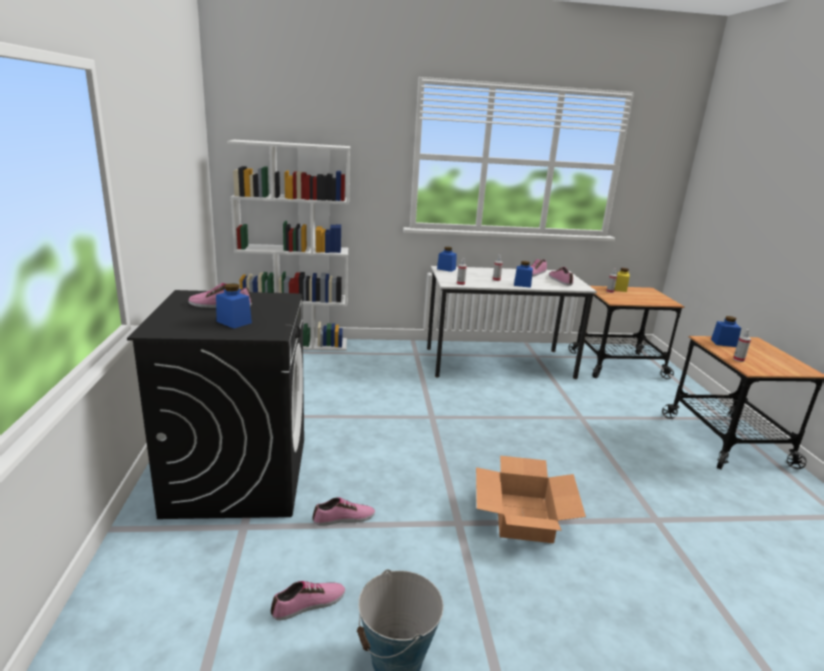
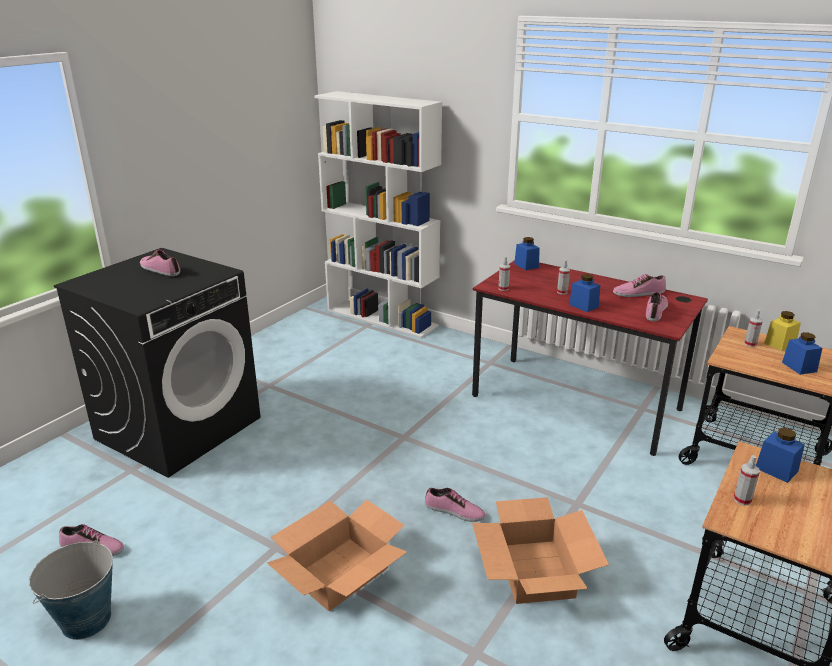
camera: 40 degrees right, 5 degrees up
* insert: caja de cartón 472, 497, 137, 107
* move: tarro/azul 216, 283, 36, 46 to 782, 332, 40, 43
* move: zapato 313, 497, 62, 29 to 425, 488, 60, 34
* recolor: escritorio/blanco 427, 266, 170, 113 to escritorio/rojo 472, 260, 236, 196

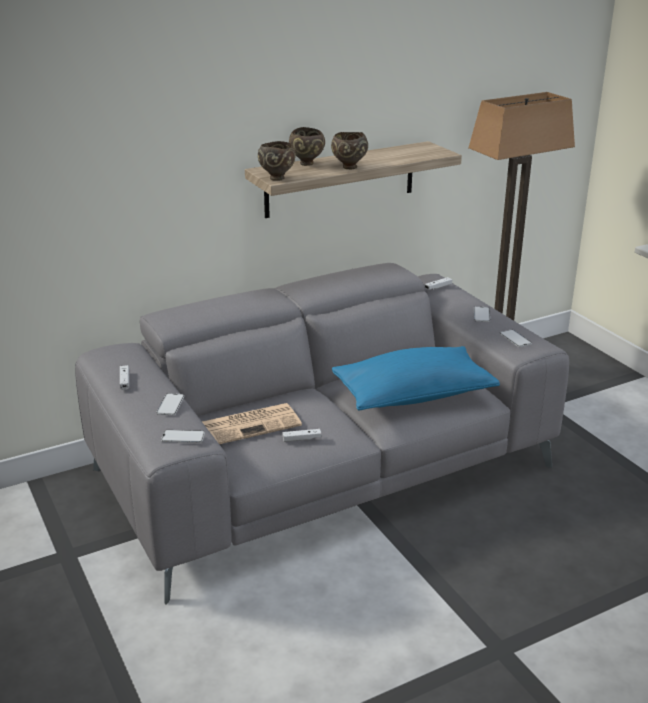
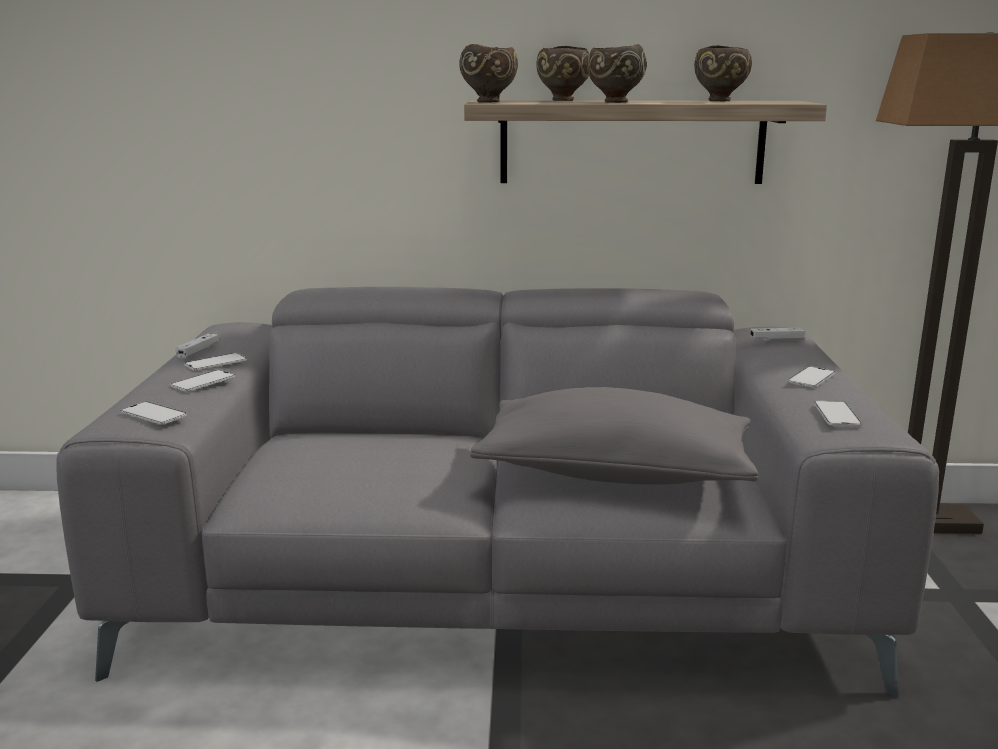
camera: 30 degrees right, 10 degrees down
* delete: periódico 202, 403, 100, 41
* delete: mando de consola/blanco 283, 429, 38, 13
* insert: móvil 184, 353, 63, 18
* insert: cuenco/marrón 694, 45, 58, 56
* recolor: cojín/azul 332, 346, 168, 65 to cojín/gris 470, 387, 288, 98

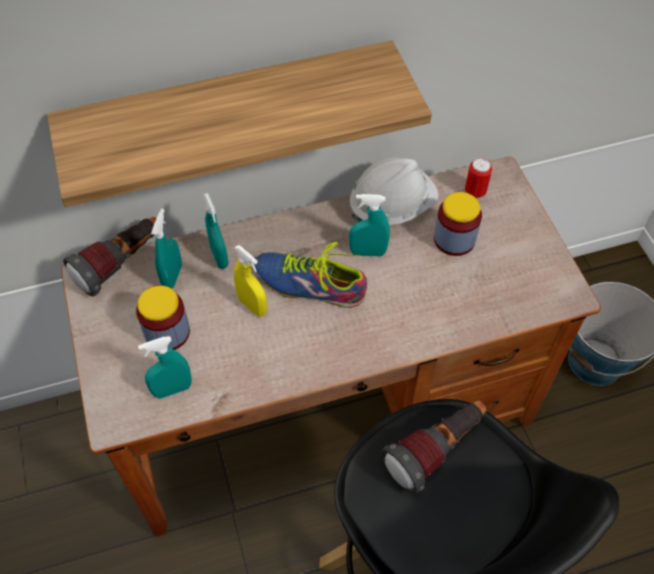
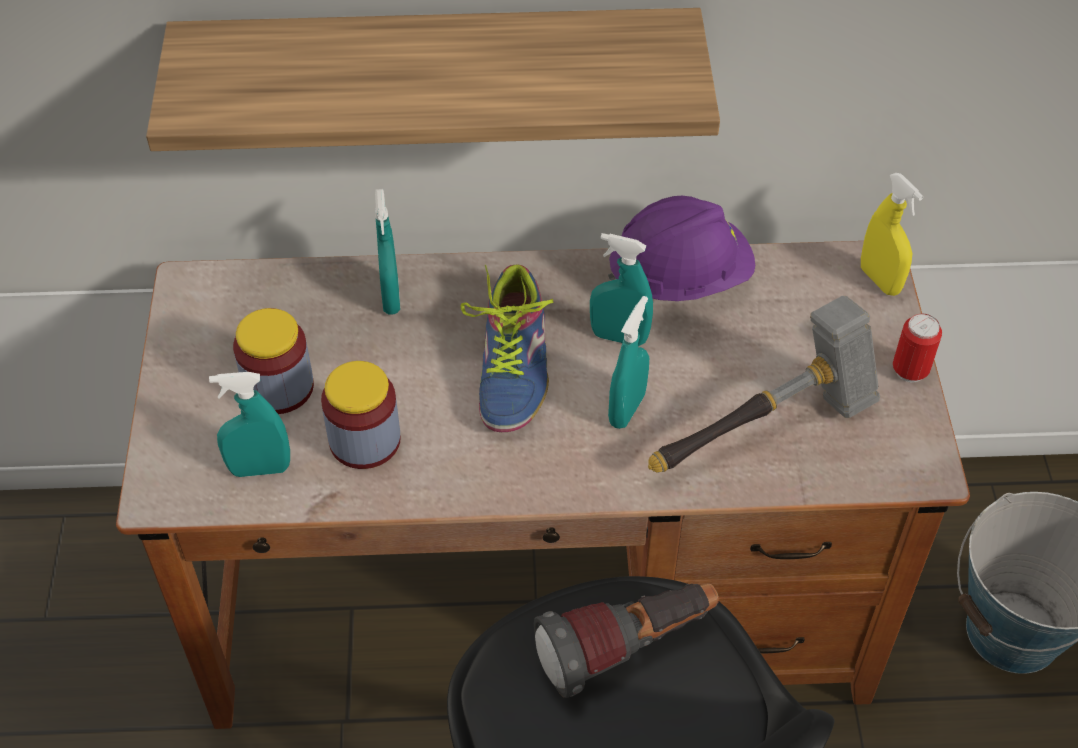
camera: 15 degrees right, 5 degrees down
* delete: linterna 63, 217, 93, 79
* insert: martillo 648, 296, 232, 176
* move: pulverizador/turquesa 151, 209, 31, 80 to 608, 296, 41, 133
* move: pulverizador/amarillo 234, 245, 33, 72 to 861, 173, 62, 123
* move: tarro 434, 192, 48, 64 to 321, 361, 80, 108
* move: lata 465, 158, 27, 41 to 893, 314, 49, 68
* recolor: casco/blanco 350, 157, 89, 68 to casco/morado 608, 196, 147, 105
* rotate: zapato 254, 242, 113, 66 = 460, 264, 94, 168 120 degrees counterclockwise

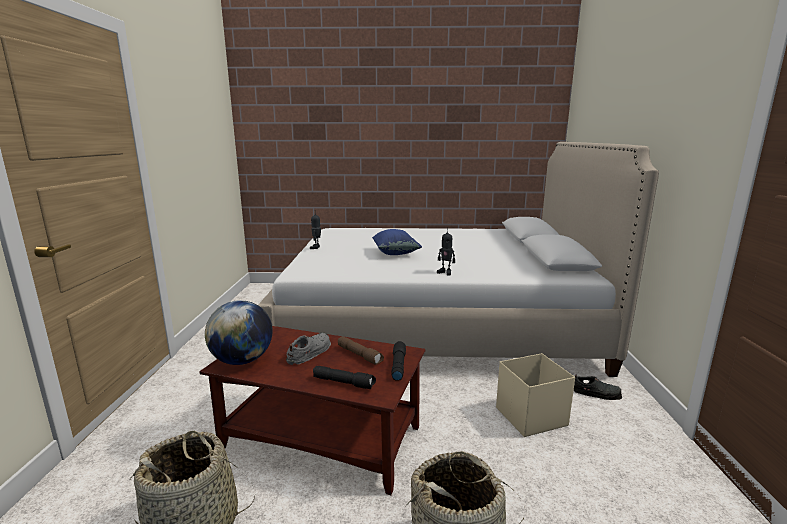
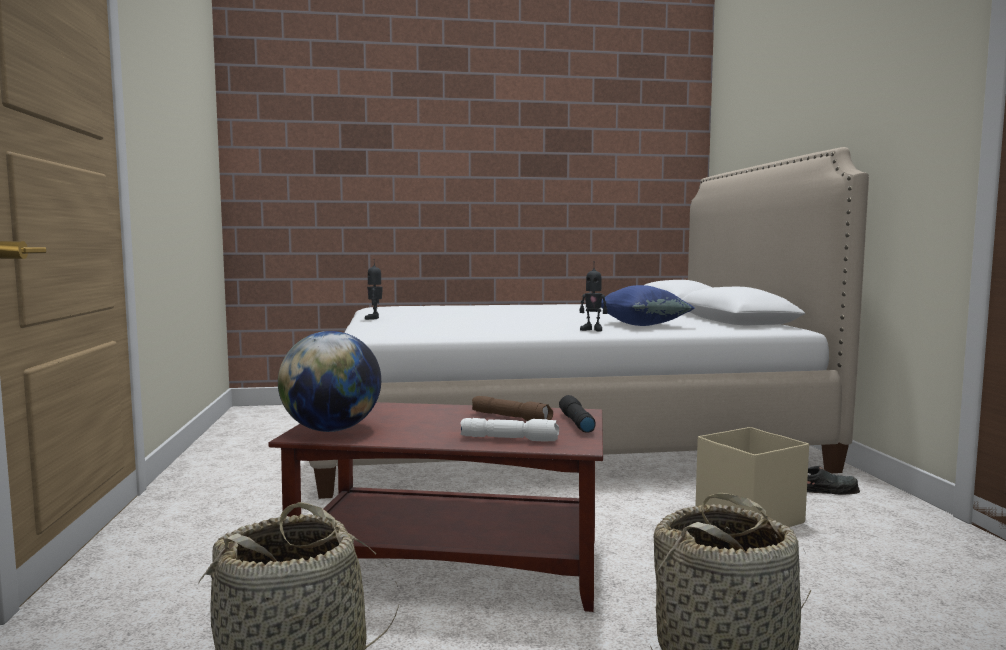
camera: 10 degrees left, 10 degrees down
* delete: zapato/gris 286, 332, 45, 33
* move: cojín/azul 372, 229, 50, 26 to 601, 285, 94, 41
* recolor: linterna/negro 313, 366, 63, 23 to linterna/blanco 460, 418, 99, 24

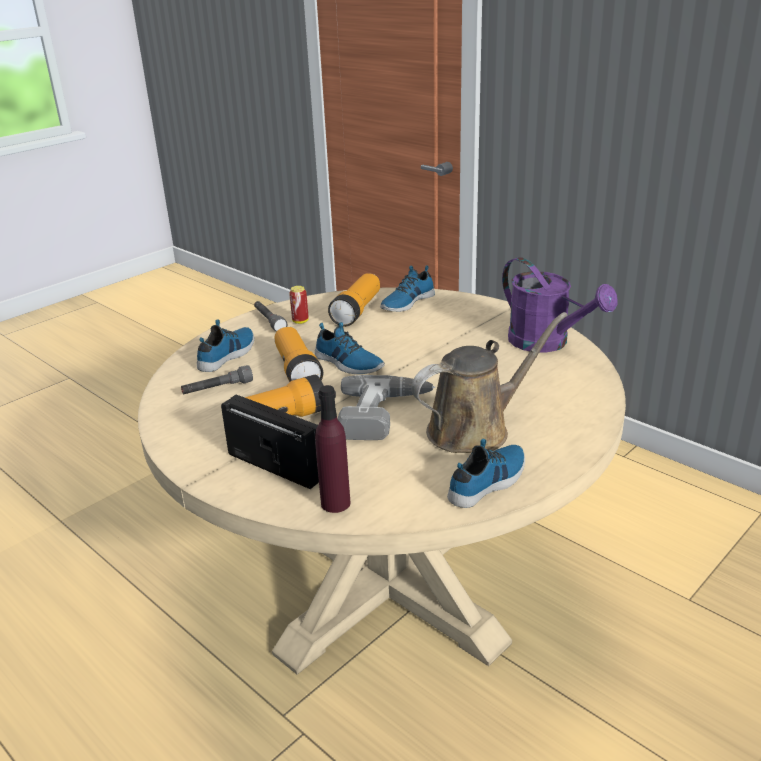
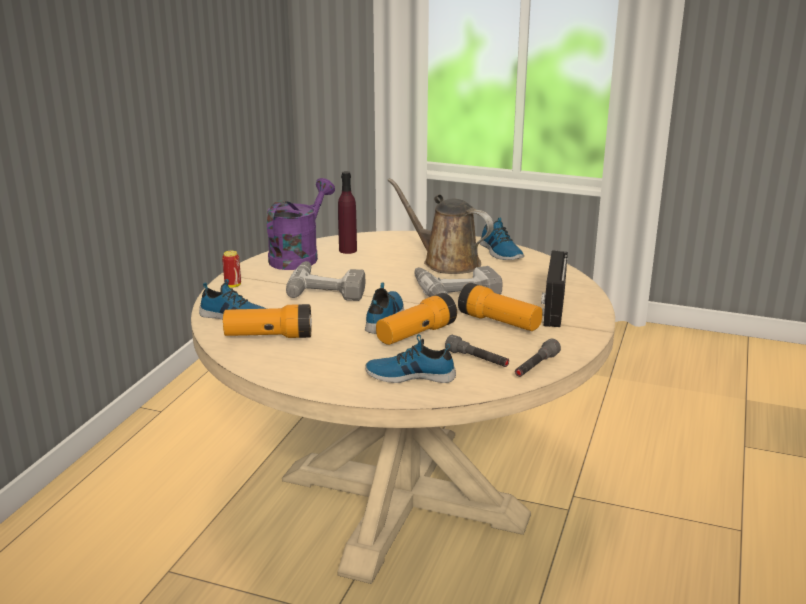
camera: 115 degrees left, 5 degrees down
* insert: taladro 286, 261, 79, 40
* move: linterna/gris 254, 301, 33, 31 to 515, 339, 46, 38
* move: lata 289, 286, 20, 38 to 222, 251, 19, 37
* move: botella/morado 315, 385, 36, 128 to 338, 171, 19, 83
* rotate: zapato 447, 439, 78, 69 = 480, 218, 44, 42 135 degrees counterclockwise

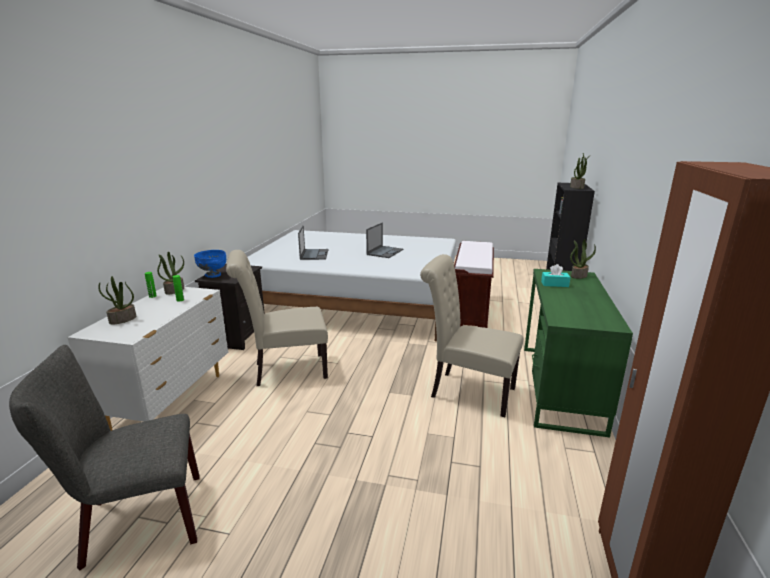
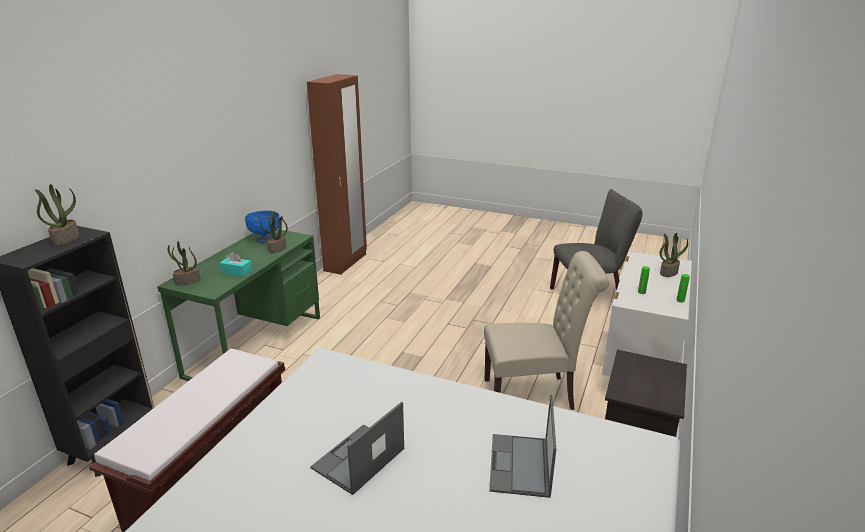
camera: 170 degrees left, 5 degrees up
* delete: silla/beis 420, 254, 103, 163
* move: planta en maceta 157, 252, 27, 42 to 261, 212, 27, 41
* move: cuenco/azul 194, 250, 32, 28 to 245, 210, 35, 33

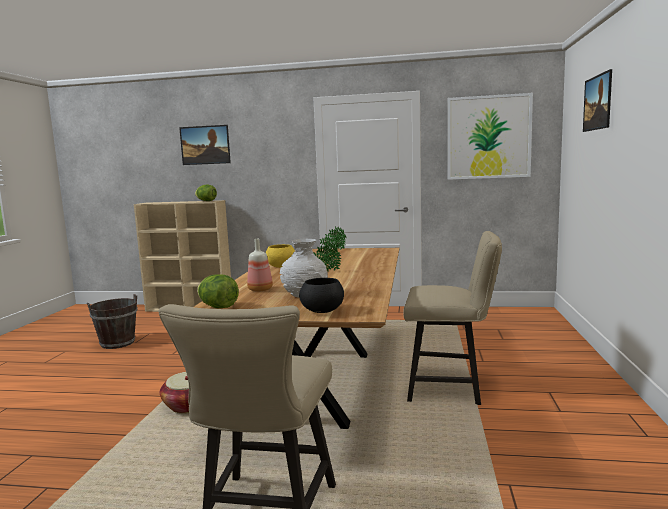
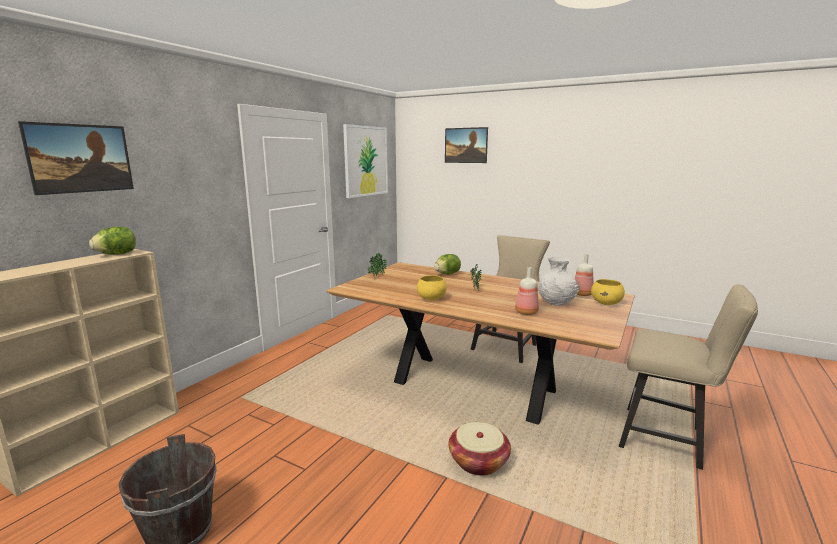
camera: 70 degrees left, 5 degrees up
* insert: botella 575, 254, 19, 42
* move: lechuga 197, 275, 42, 33 to 434, 254, 27, 20
* recolor: cuenco/negro 299, 278, 45, 35 to cuenco/amarillo 591, 279, 34, 26

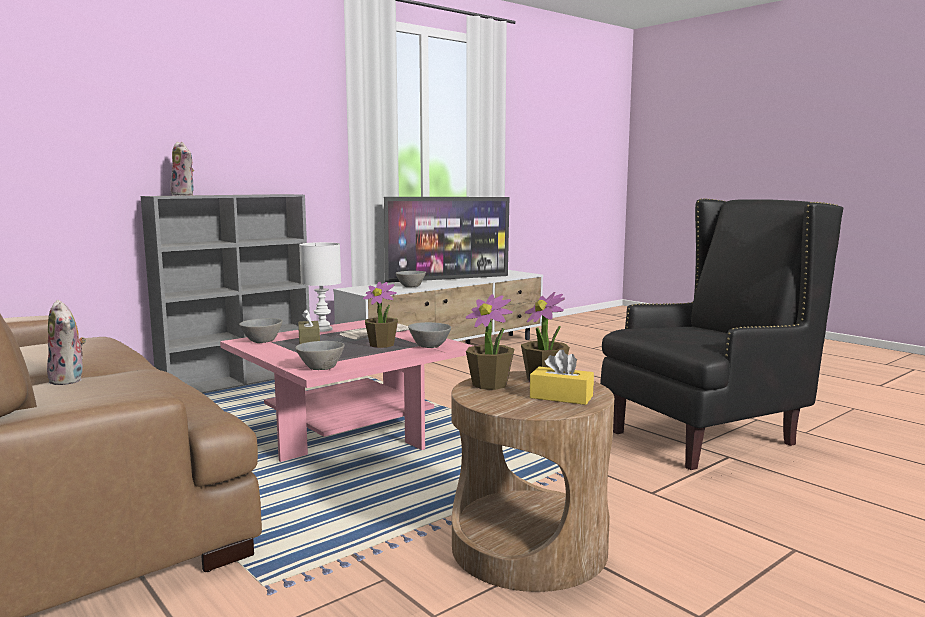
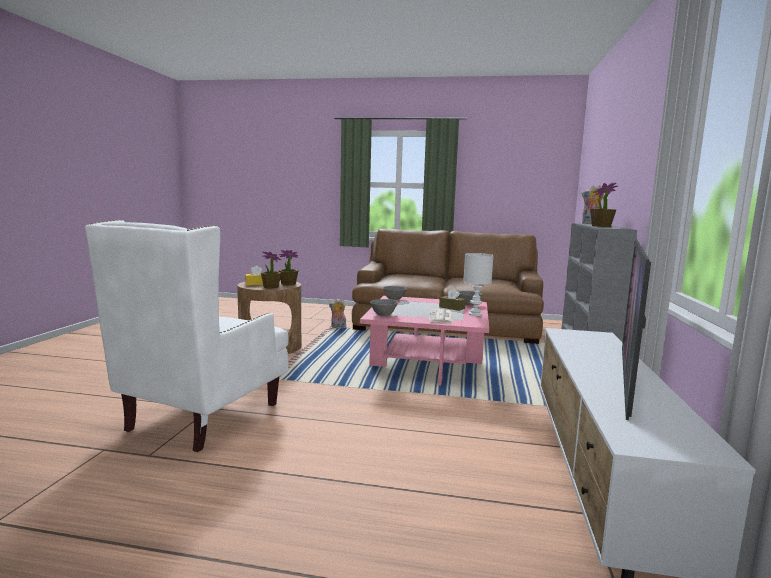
camera: 140 degrees right, 0 degrees up
* delete: cuenco/gris 396, 271, 30, 16
* move: peluche 47, 300, 39, 85 to 329, 299, 17, 30
* move: planta en maceta 363, 282, 35, 66 to 590, 183, 28, 44
* recolor: sillón/negro 600, 198, 243, 272 to sillón/blanco 85, 220, 204, 232

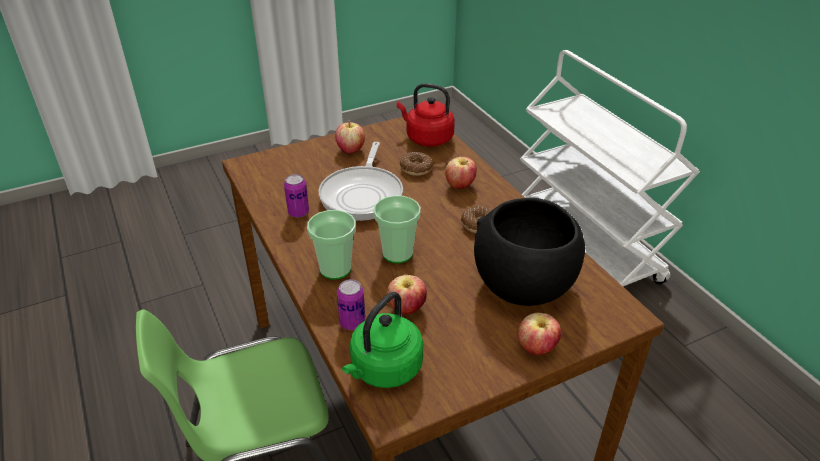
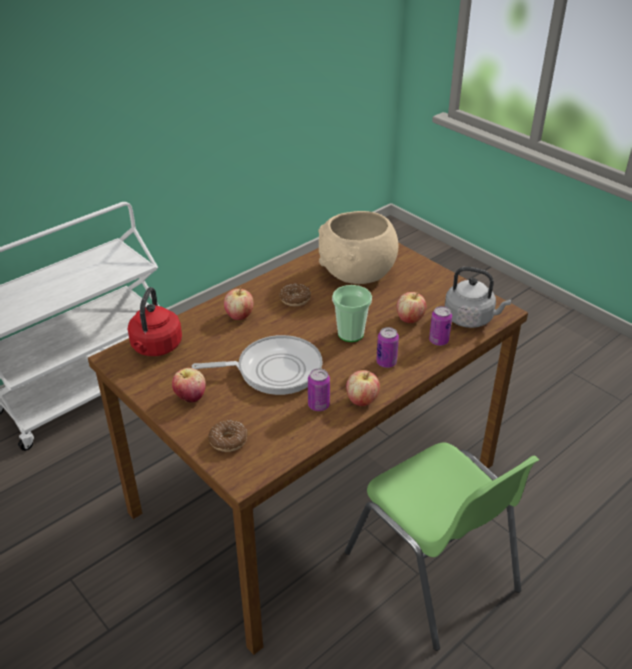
camera: 105 degrees left, 0 degrees up
* move: rosquilla 400, 152, 33, 24 to 208, 420, 40, 32
* move: manzana 518, 313, 43, 42 to 346, 370, 34, 36
* replace: taza 307, 210, 49, 70 to lata 376, 327, 23, 41
* recolor: hervidor/verde 342, 292, 81, 96 to hervidor/gris 445, 267, 66, 61
* recolor: cuenco/negro 474, 198, 111, 108 to cuenco/beis 318, 211, 80, 73

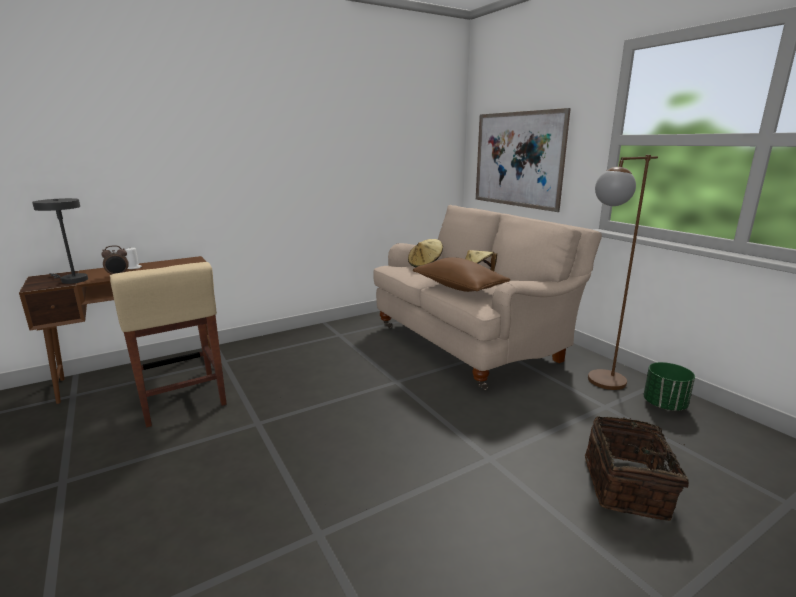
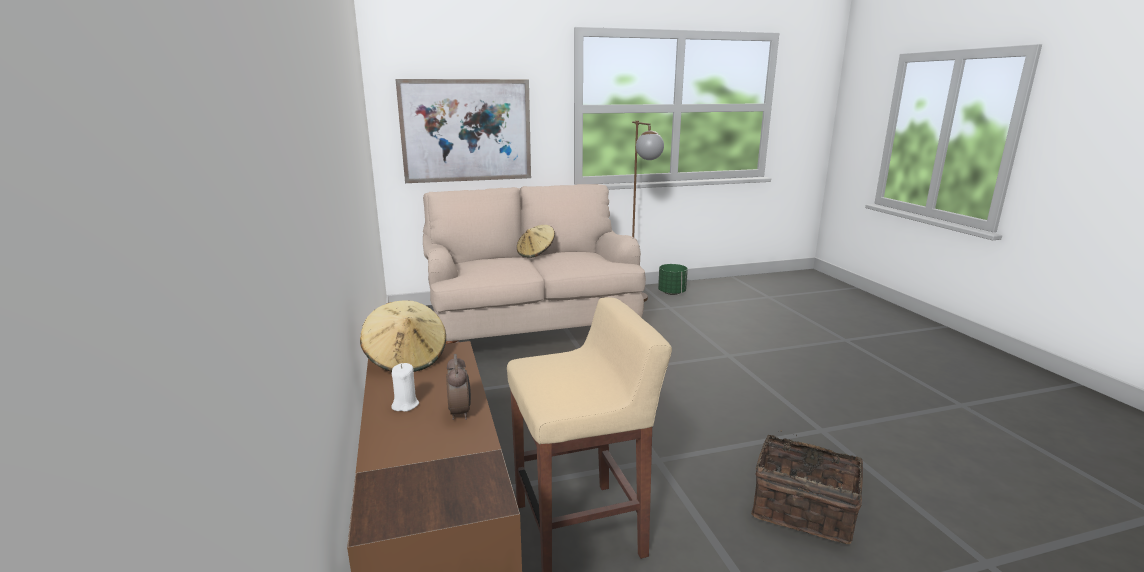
camera: 75 degrees left, 0 degrees up
* delete: lámpara de mesa/gris 32, 198, 56, 86
* delete: cojín/marrón 413, 257, 97, 35
* move: sombrero/beis 408, 239, 35, 28 to 360, 301, 86, 71
* move: cesta 585, 416, 104, 105 to 751, 430, 112, 114

